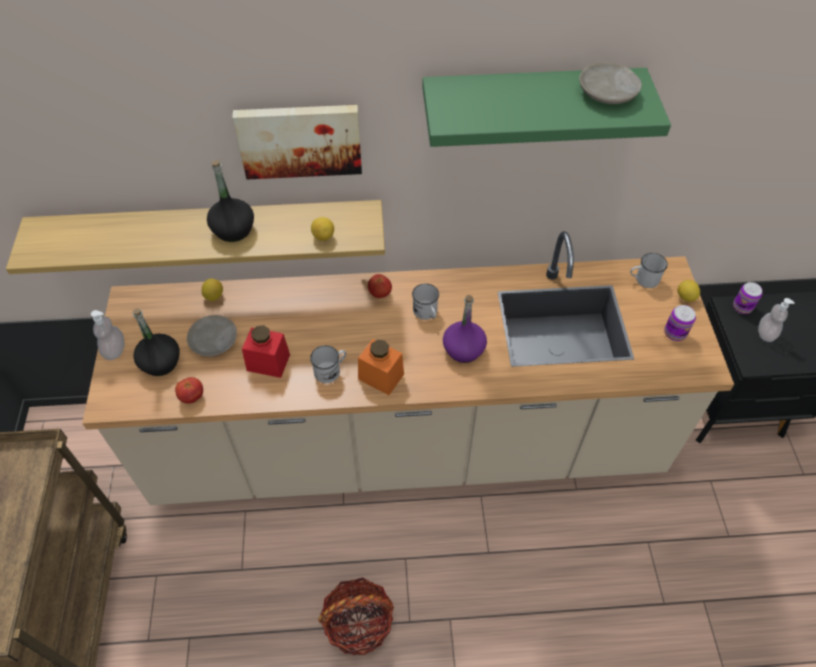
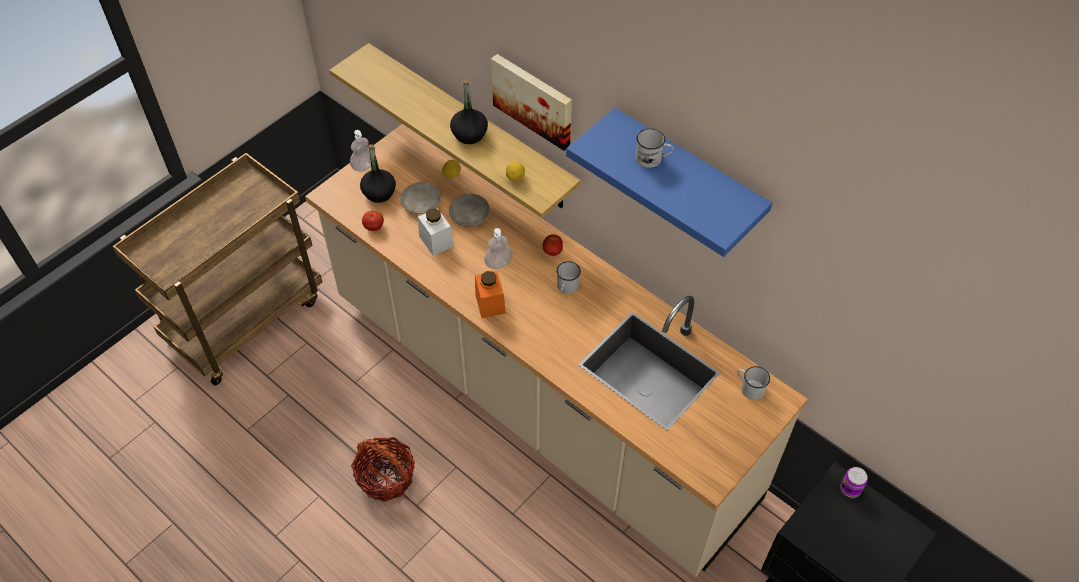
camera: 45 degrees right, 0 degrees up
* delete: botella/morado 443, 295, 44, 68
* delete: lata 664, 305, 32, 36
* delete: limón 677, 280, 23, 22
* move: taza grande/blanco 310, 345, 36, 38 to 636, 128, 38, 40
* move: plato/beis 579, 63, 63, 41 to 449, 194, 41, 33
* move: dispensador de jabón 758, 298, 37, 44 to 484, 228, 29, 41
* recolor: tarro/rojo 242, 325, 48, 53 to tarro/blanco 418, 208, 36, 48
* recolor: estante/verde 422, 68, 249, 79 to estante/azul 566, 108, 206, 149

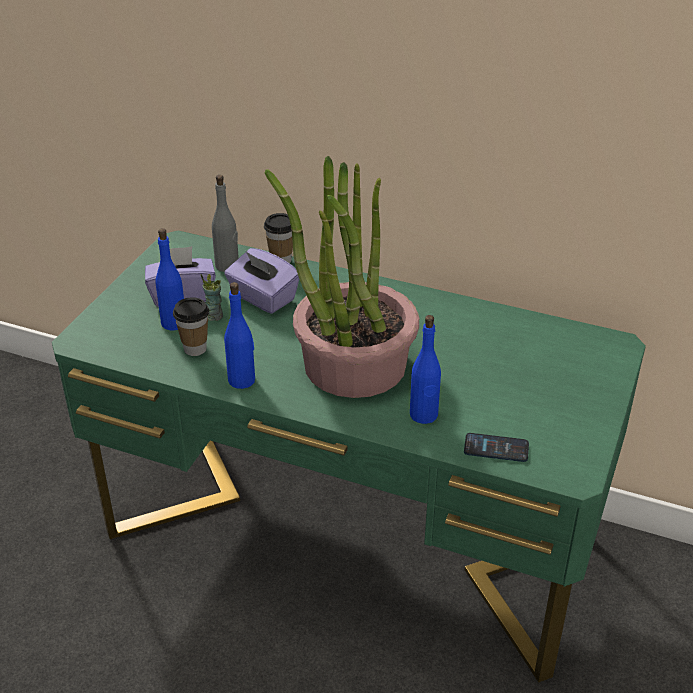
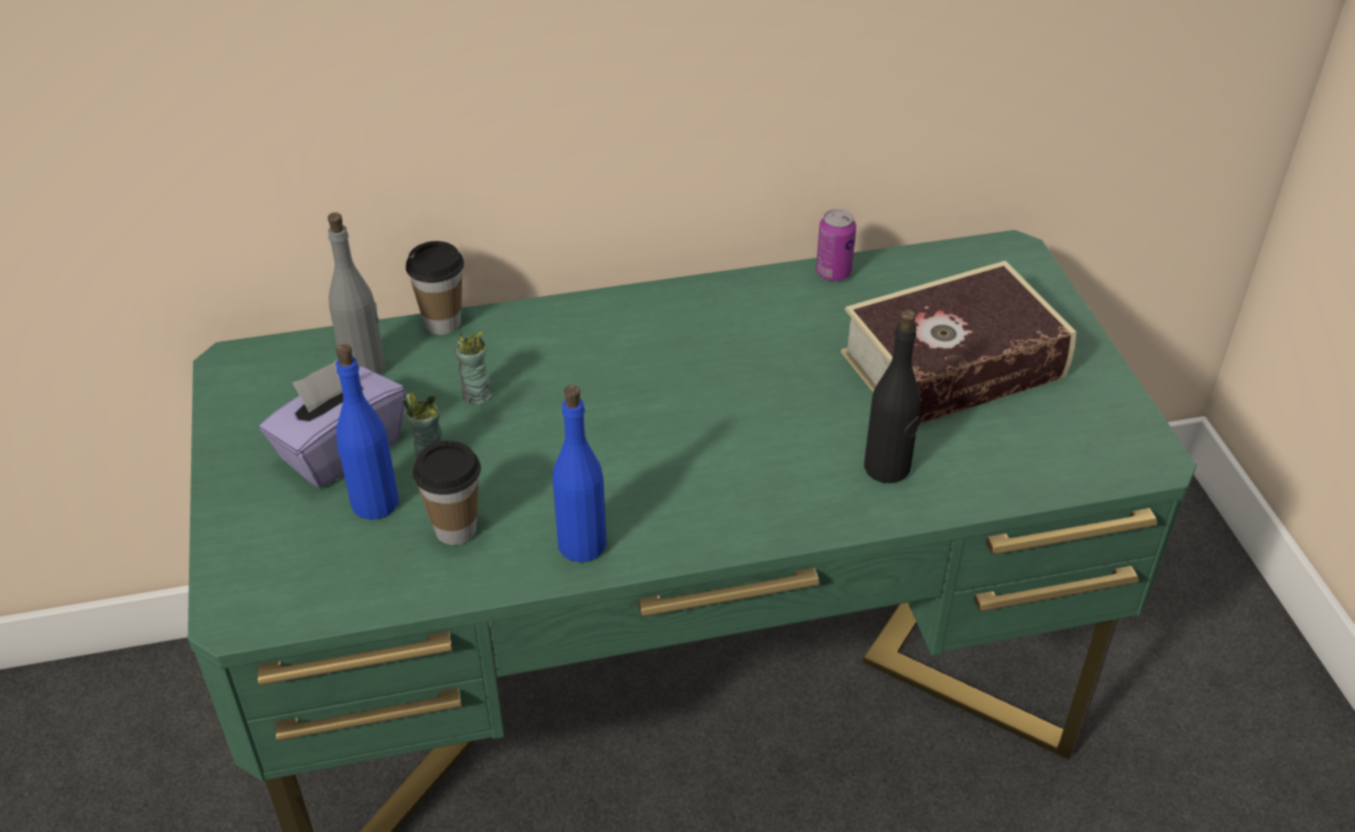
camera: 35 degrees left, 5 degrees up
* delete: planta en maceta 265, 156, 154, 242
* delete: móvil 464, 433, 65, 29
* insert: lata 816, 209, 40, 72
* insert: libro 841, 261, 235, 163
* replace: caja de pañuelos/morado 224, 248, 75, 66 to taza 455, 332, 37, 73
* recolor: botella/azul 410, 315, 31, 109 to botella/negro 864, 309, 56, 174

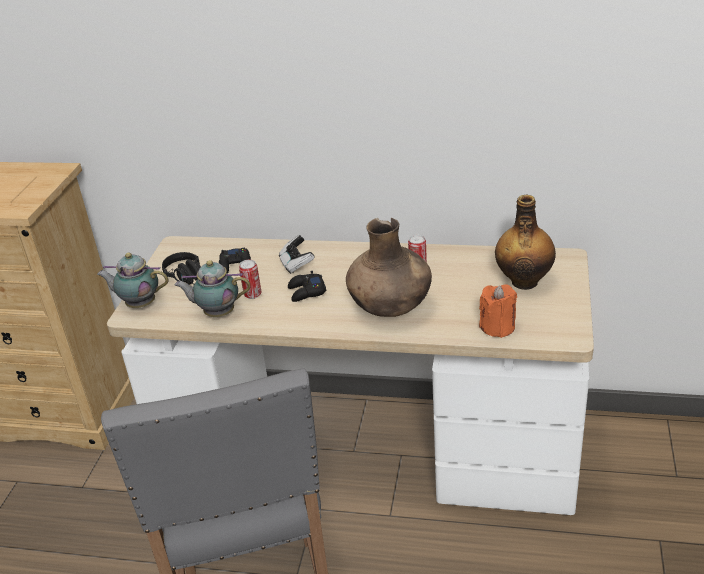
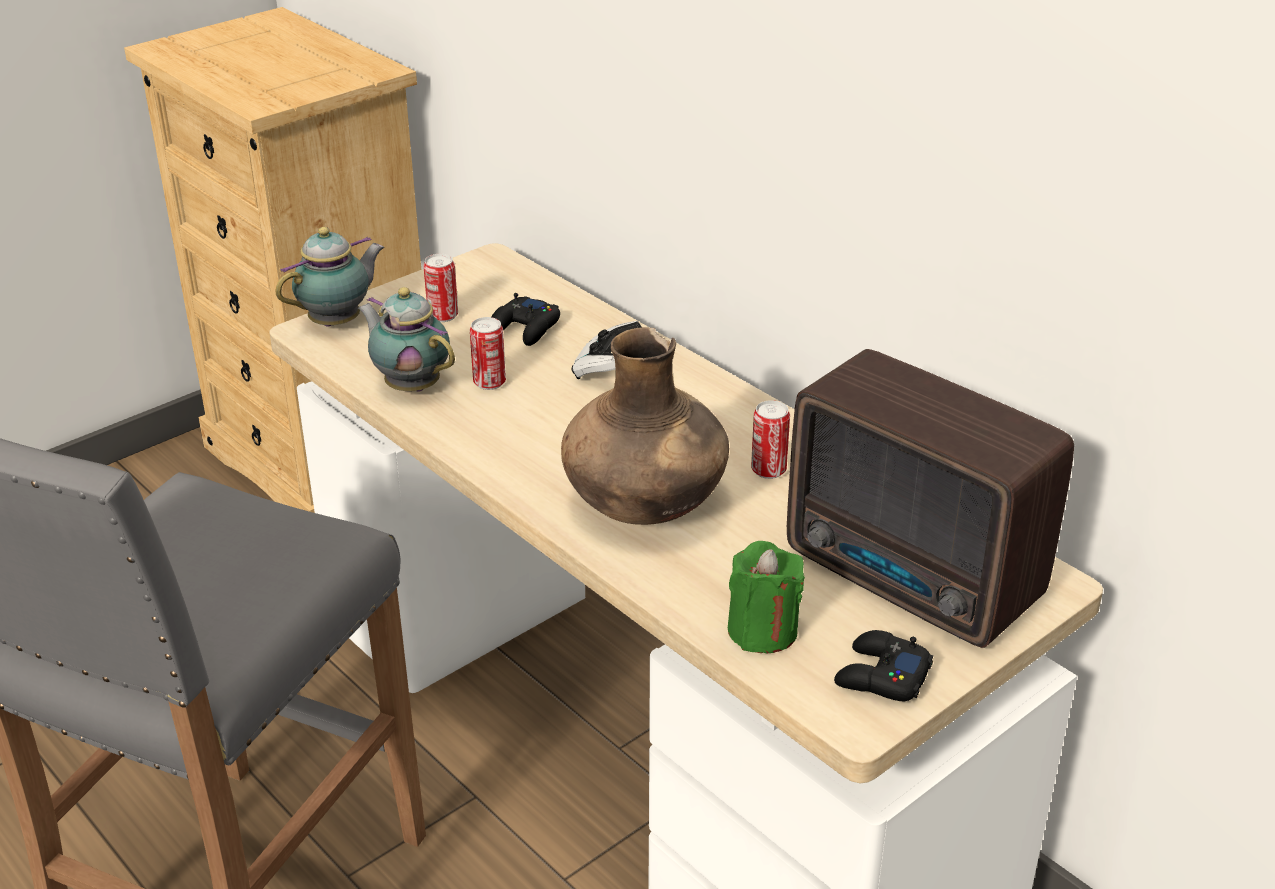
camera: 35 degrees right, 0 degrees up
* move: mando de consola/negro 288, 271, 38, 31 to 834, 630, 99, 71
* replace: auriculares/negro 162, 252, 39, 33 to lata 423, 254, 35, 68
* replace: botella 495, 195, 61, 95 to radio 787, 349, 287, 299
* recolor: vela/naranja 479, 284, 38, 54 to vela/verde 728, 541, 77, 112
* rotate: tetera 97, 253, 72, 55 = 275, 227, 109, 100 90 degrees clockwise

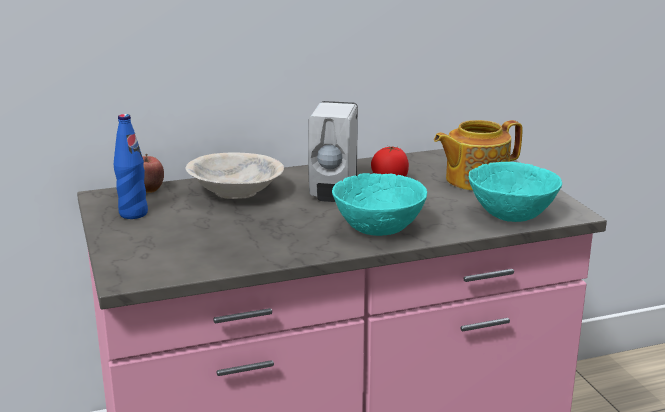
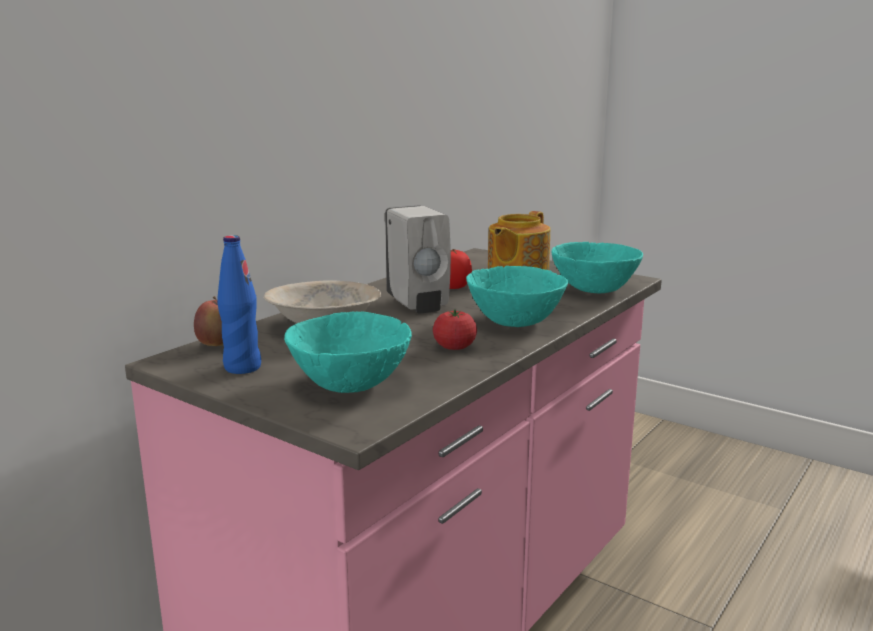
camera: 35 degrees left, 5 degrees down
* insert: cuenco/turquesa 284, 311, 128, 82
* insert: tomate 433, 309, 44, 41

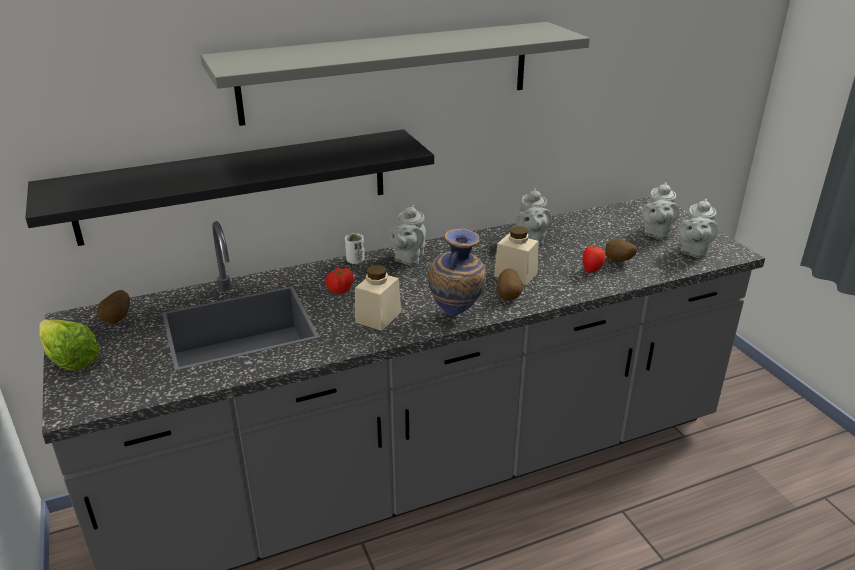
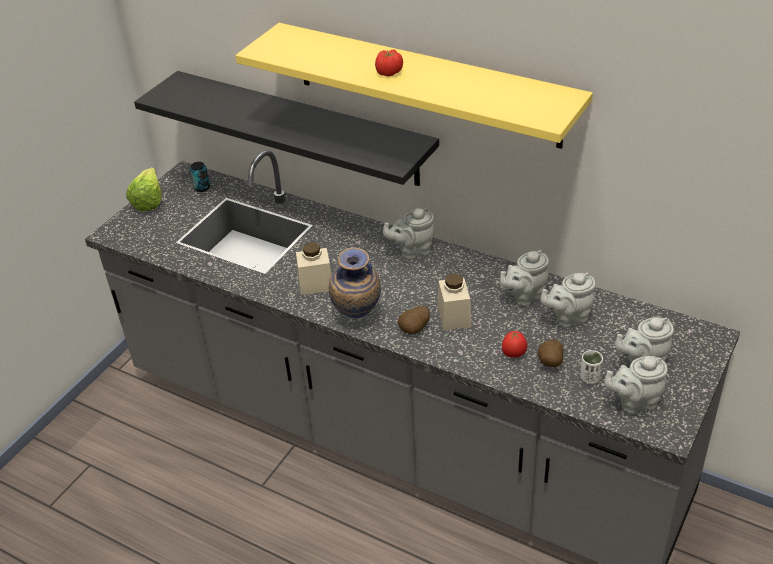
camera: 55 degrees right, 10 degrees up
* insert: tetera/gris 541, 273, 55, 55
* move: tomate 326, 267, 27, 27 to 375, 50, 28, 27
* move: taza/blanco 345, 233, 20, 31 to 580, 350, 23, 34
* replace: patata 97, 290, 33, 34 to lata 190, 162, 20, 30
* recolor: estante/gris 200, 22, 390, 104 to estante/amarillo 235, 23, 358, 126

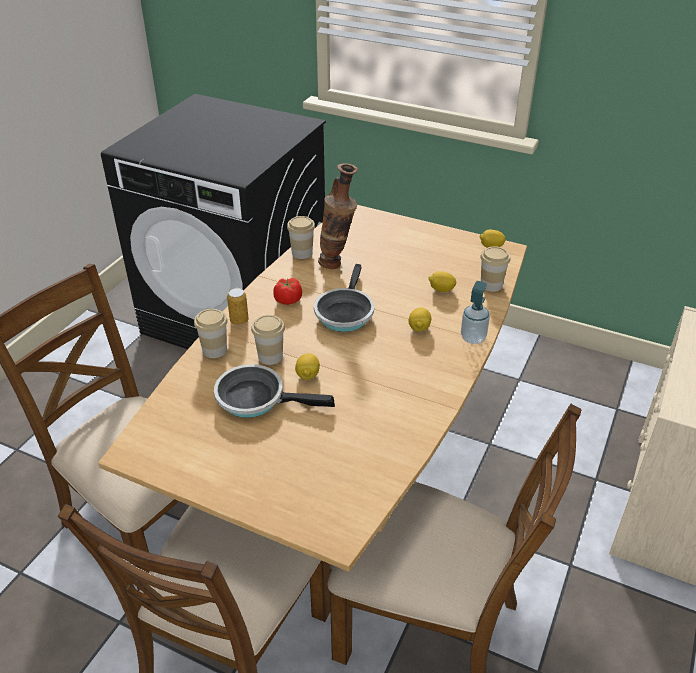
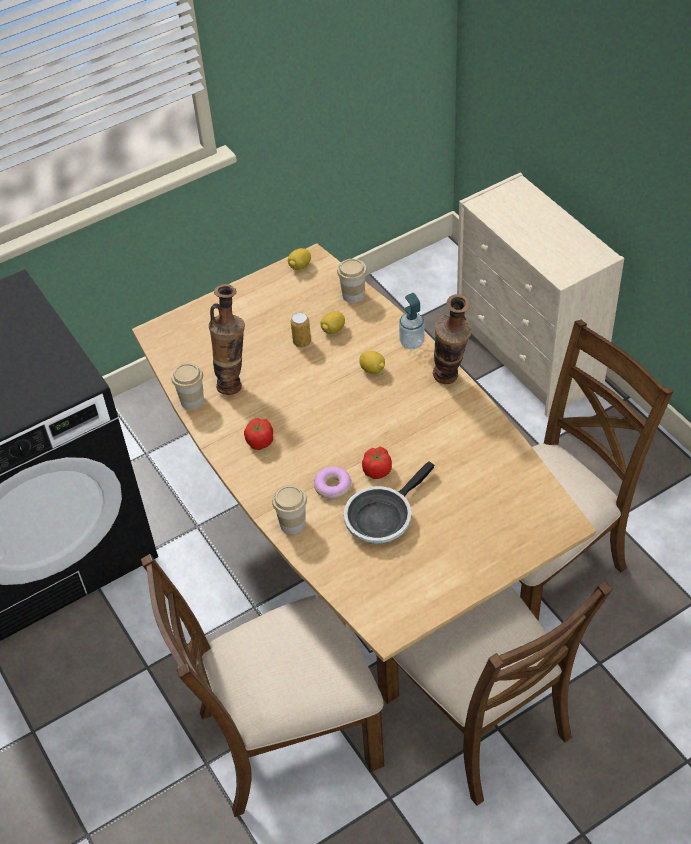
camera: 55 degrees left, 10 degrees up
* delete: sartén 314, 264, 60, 68
* insert: florero 433, 294, 39, 90
* move: lata 227, 288, 22, 37 to 291, 313, 20, 34
* replace: taza 251, 315, 34, 50 to rosquilla 314, 467, 38, 32
* replace: limón 295, 353, 25, 27 to tomate 362, 447, 30, 32

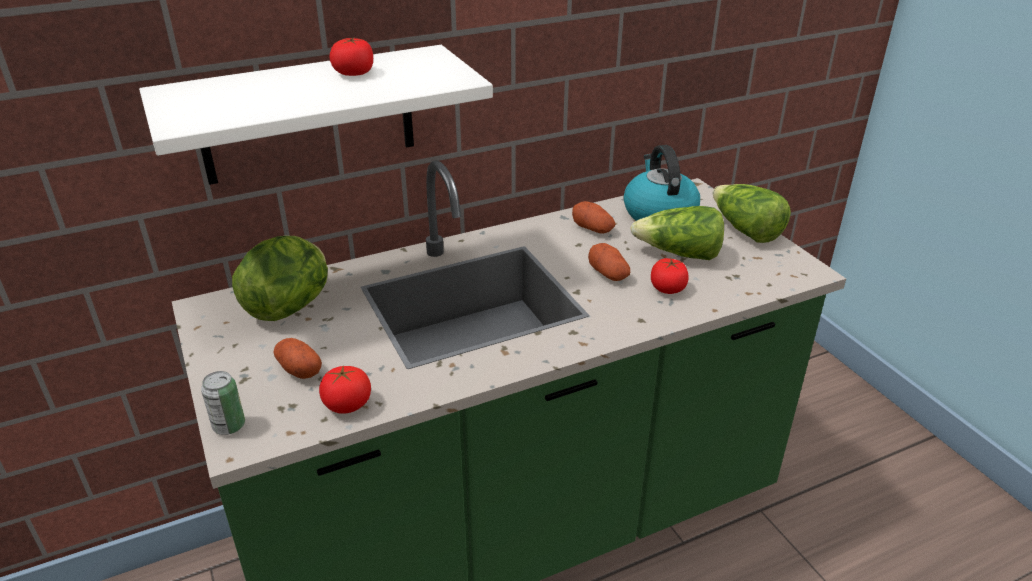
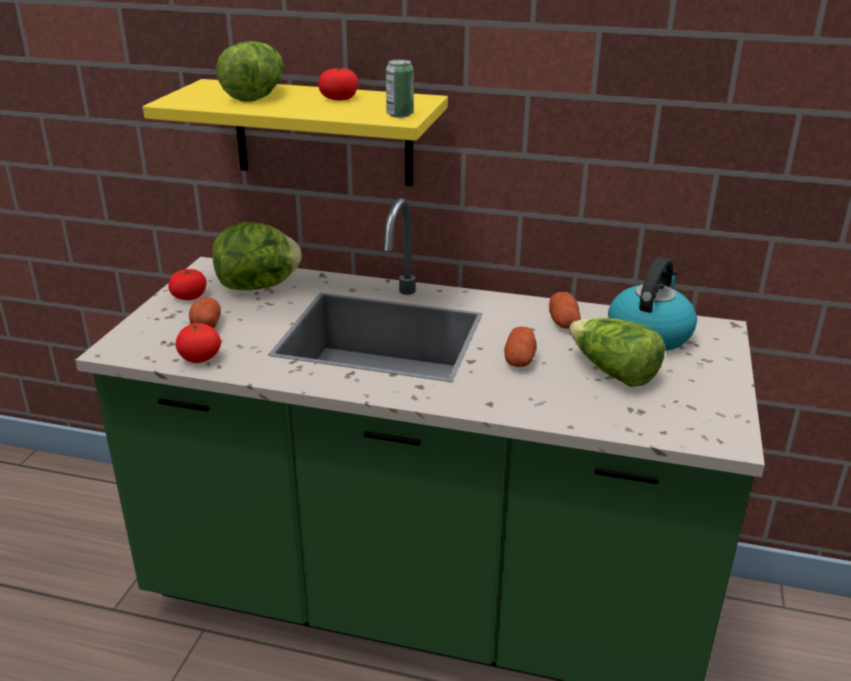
camera: 40 degrees right, 5 degrees down
* move: lata 201, 371, 44, 64 to 386, 59, 28, 59
* move: tomate 651, 258, 38, 36 to 168, 269, 38, 31
* move: lechuga 713, 184, 78, 59 to 216, 41, 68, 61
* recolor: estante/blanco 139, 45, 354, 140 to estante/amarillo 143, 79, 305, 107

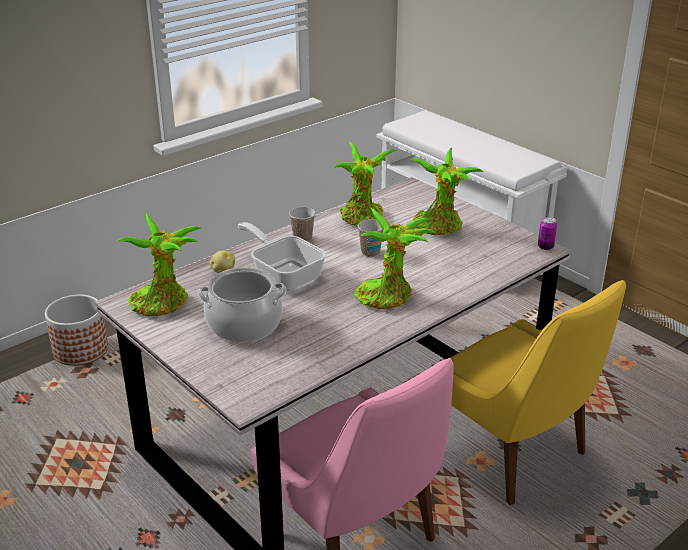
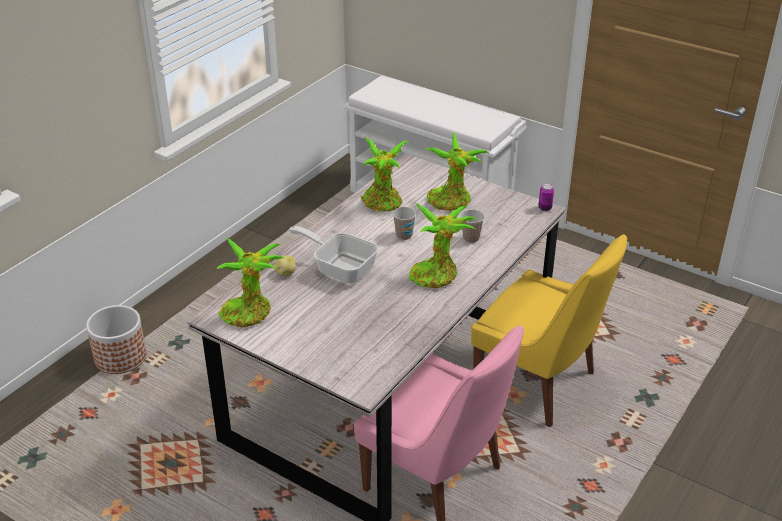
camera: 15 degrees left, 5 degrees up
* delete: olla 198, 267, 89, 75
* move: taza 289, 207, 26, 35 to 461, 210, 23, 33

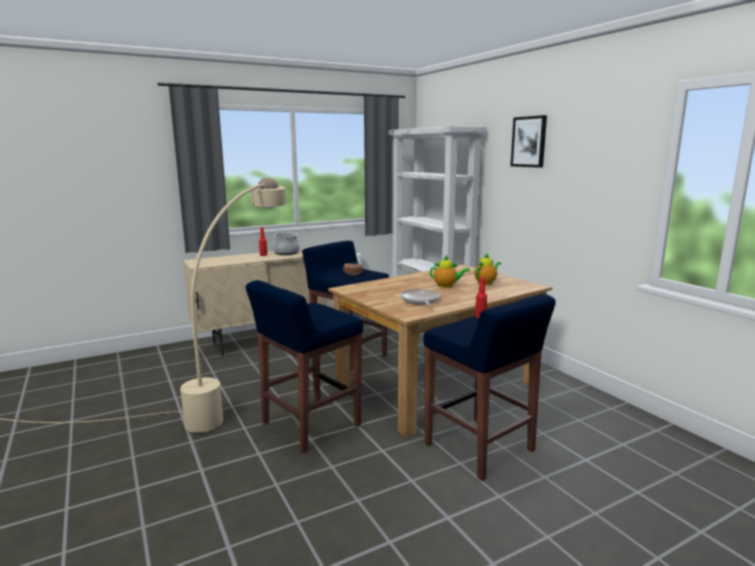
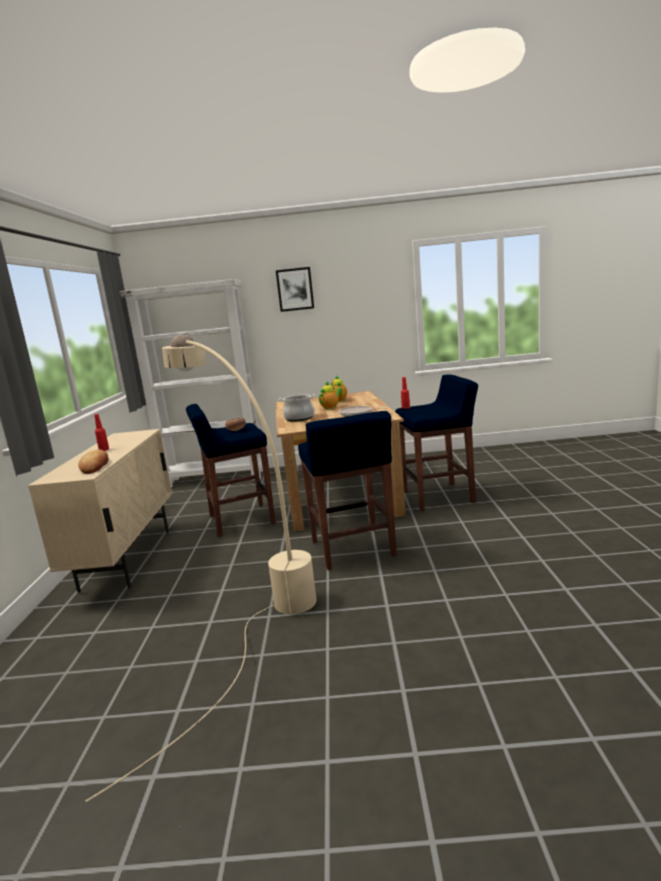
camera: 60 degrees left, 0 degrees up
* insert: pan 78, 450, 30, 24
* move: olla 273, 232, 27, 23 to 279, 394, 36, 28

